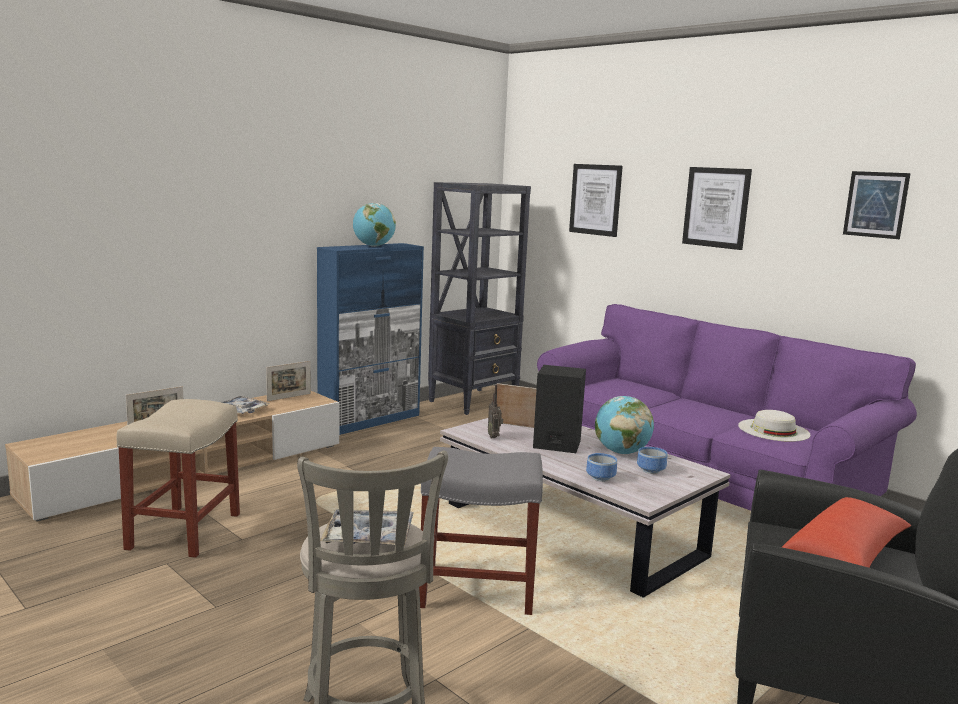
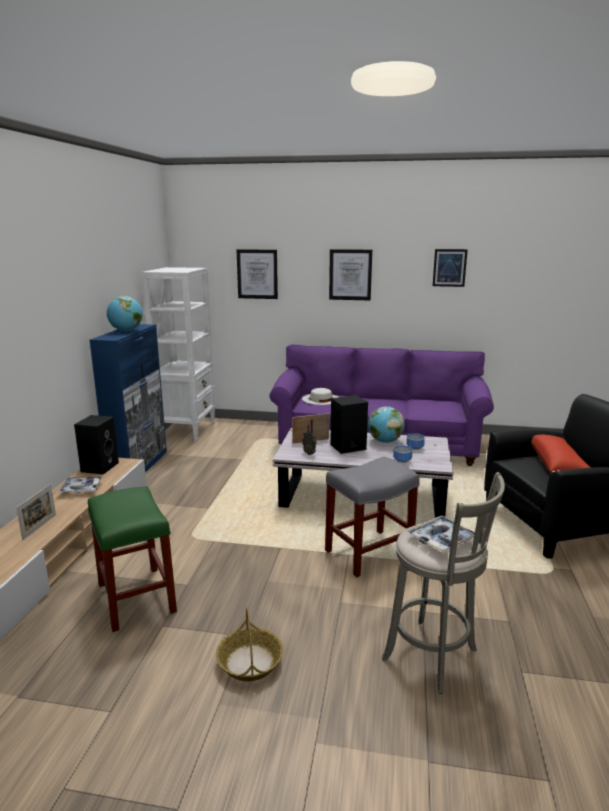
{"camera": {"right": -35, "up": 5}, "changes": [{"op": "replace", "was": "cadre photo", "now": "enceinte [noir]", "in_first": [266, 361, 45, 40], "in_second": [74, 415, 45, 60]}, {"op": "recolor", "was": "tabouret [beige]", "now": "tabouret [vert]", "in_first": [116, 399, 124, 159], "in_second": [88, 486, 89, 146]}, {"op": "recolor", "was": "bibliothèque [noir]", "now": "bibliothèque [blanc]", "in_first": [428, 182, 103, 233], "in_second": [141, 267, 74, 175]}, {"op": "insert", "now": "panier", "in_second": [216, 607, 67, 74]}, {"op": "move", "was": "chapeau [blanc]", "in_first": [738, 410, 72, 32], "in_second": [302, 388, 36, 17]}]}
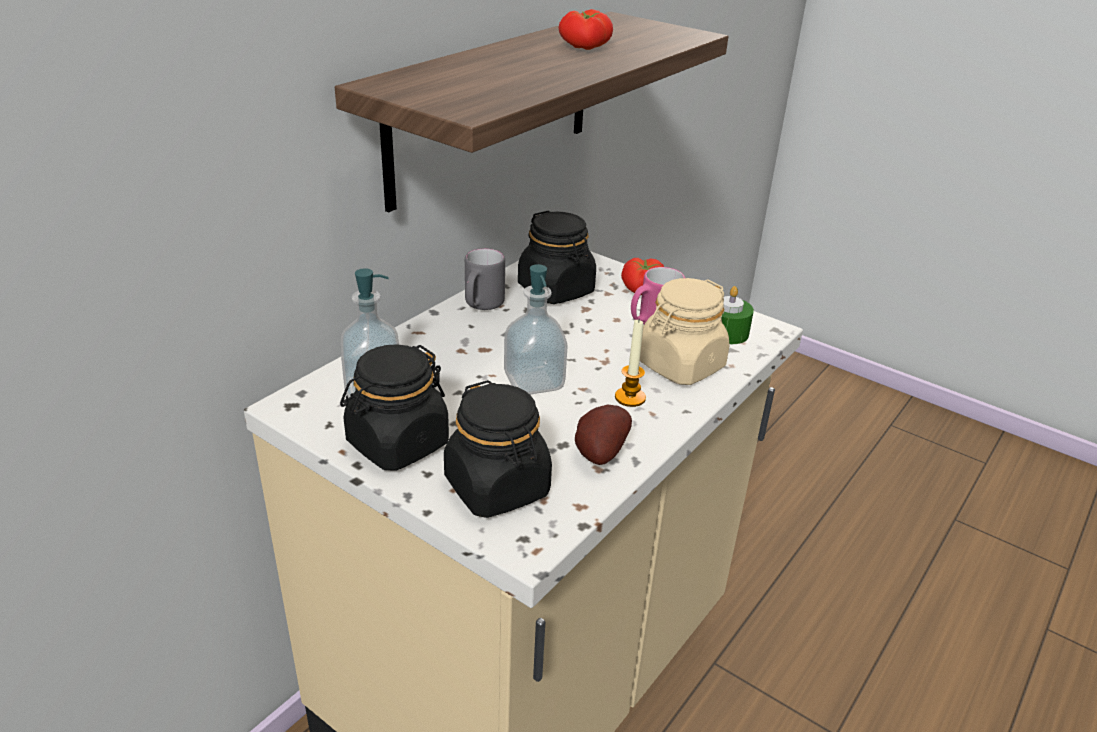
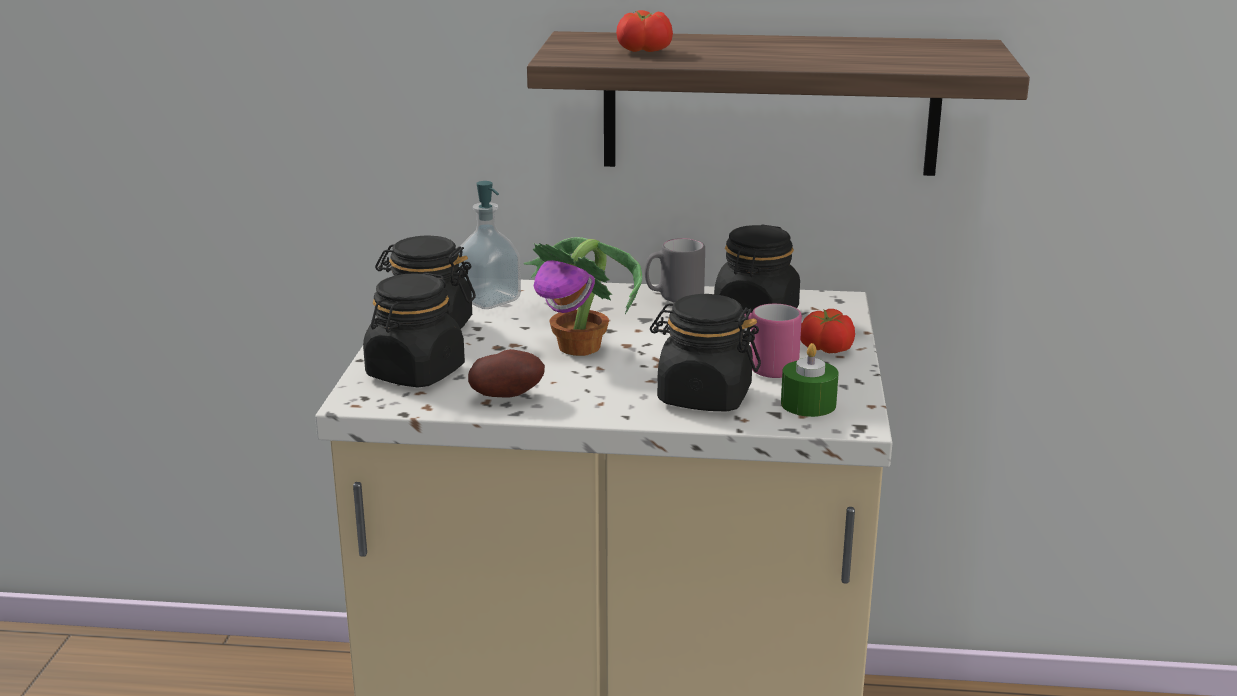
{"camera": {"right": 60, "up": -10}, "changes": [{"op": "replace", "was": "distributeur de savon", "now": "plante en pot", "in_first": [504, 264, 64, 130], "in_second": [524, 237, 118, 119]}, {"op": "move", "was": "tomate", "in_first": [558, 9, 55, 41], "in_second": [616, 10, 57, 42]}, {"op": "recolor", "was": "bocal [beige]", "now": "bocal [noir]", "in_first": [640, 278, 90, 107], "in_second": [650, 294, 111, 118]}, {"op": "delete", "was": "bougie", "in_first": [615, 320, 31, 87]}]}
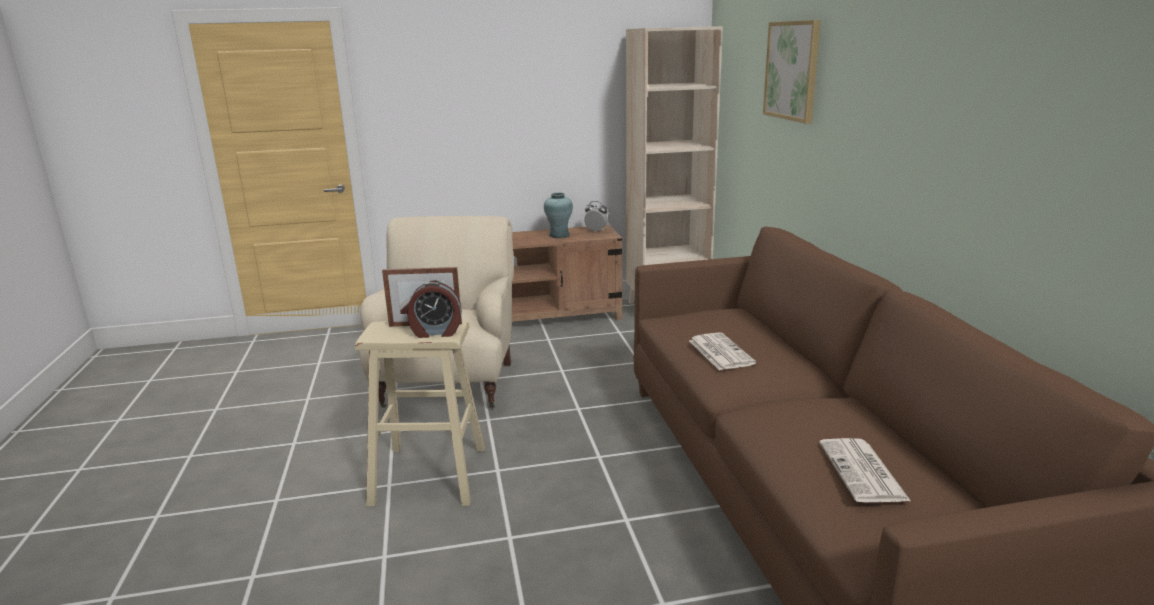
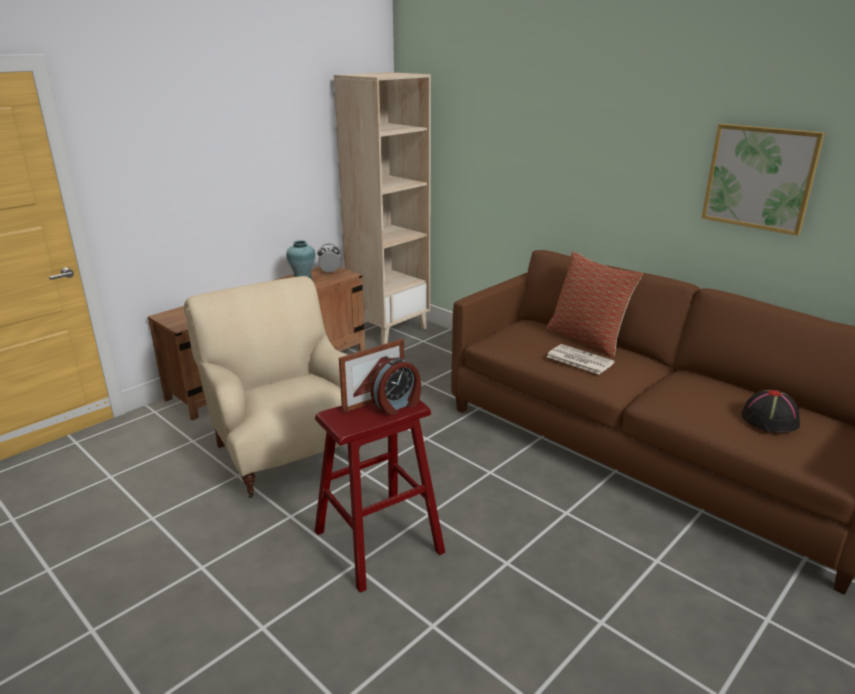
{"camera": {"right": -35, "up": 5}, "changes": [{"op": "recolor", "was": "tabouret [beige]", "now": "tabouret [rouge]", "in_first": [355, 320, 130, 187], "in_second": [315, 400, 130, 193]}, {"op": "insert", "now": "coussin", "in_second": [546, 252, 97, 105]}, {"op": "move", "was": "tableau", "in_first": [763, 20, 58, 103], "in_second": [701, 124, 124, 112]}, {"op": "replace", "was": "journal", "now": "chapeau [noir]", "in_first": [819, 438, 92, 64], "in_second": [742, 389, 58, 44]}]}
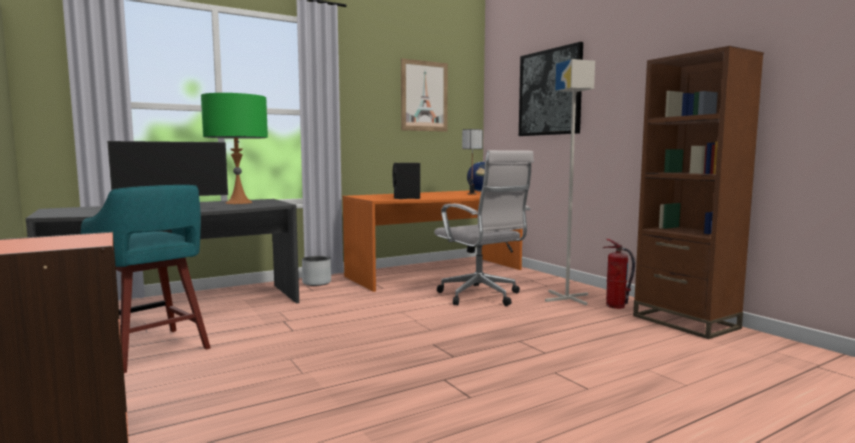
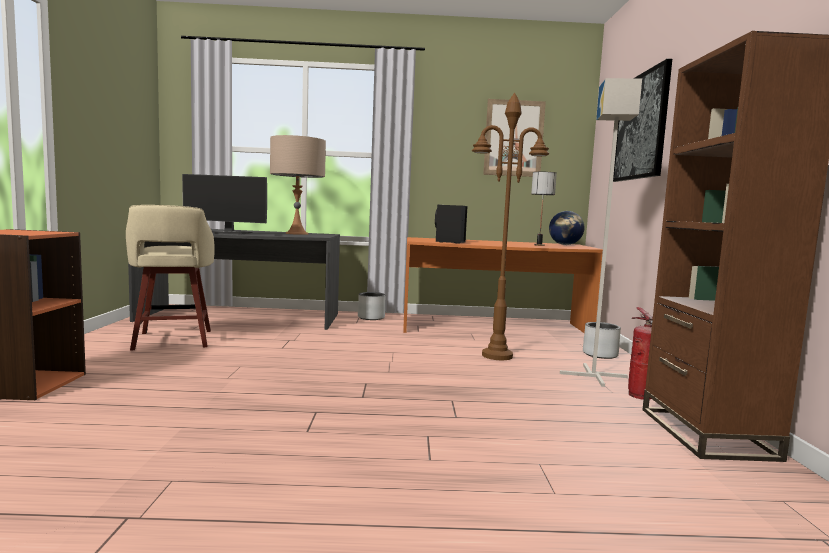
{"camera": {"right": 30, "up": 0}, "changes": [{"op": "recolor", "was": "tabouret [turquoise]", "now": "tabouret [beige]", "in_first": [81, 185, 129, 188], "in_second": [126, 205, 89, 145]}, {"op": "recolor", "was": "lampe de table [vert]", "now": "lampe de table [beige]", "in_first": [201, 93, 67, 111], "in_second": [270, 135, 56, 100]}, {"op": "replace", "was": "chaise de bureau [blanc]", "now": "lampadaire [marron]", "in_first": [434, 150, 100, 156], "in_second": [472, 93, 77, 267]}, {"op": "insert", "now": "cache-pot [gris]", "in_second": [583, 322, 38, 37]}]}
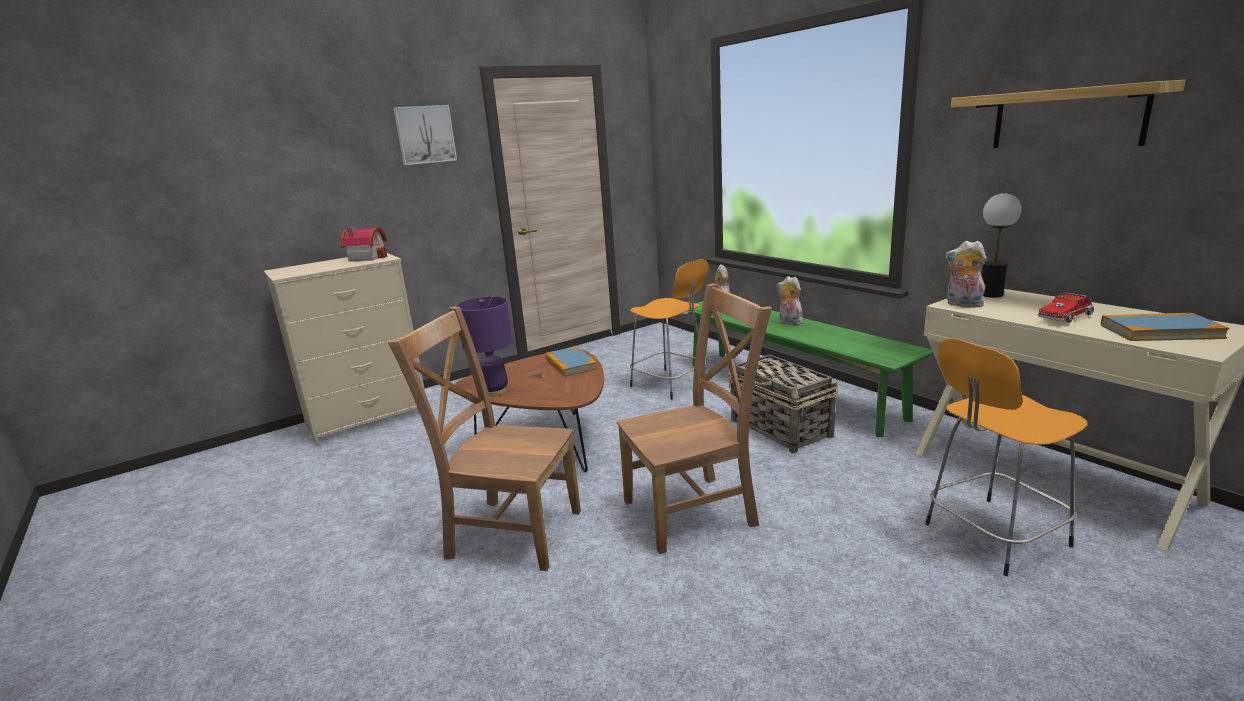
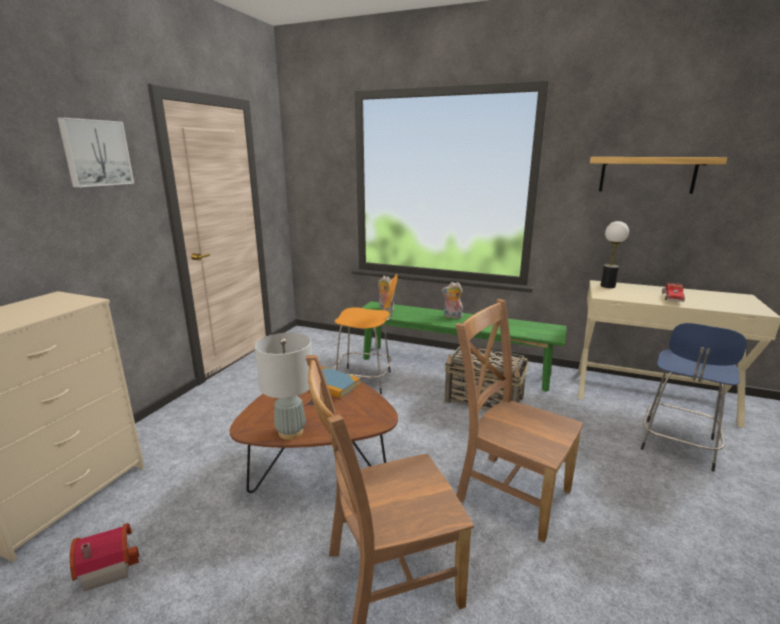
{"camera": {"right": -35, "up": 0}, "changes": [{"op": "move", "was": "maison miniature", "in_first": [341, 227, 46, 34], "in_second": [70, 523, 69, 68]}, {"op": "recolor", "was": "lampe de table [violet]", "now": "lampe de table [gris]", "in_first": [456, 297, 56, 100], "in_second": [255, 333, 57, 107]}, {"op": "rotate", "was": "chaise [marron]", "in_first": [617, 283, 155, 271], "in_second": [456, 299, 127, 244], "clockwise": -90}, {"op": "recolor", "was": "tabouret [orange]", "now": "tabouret [bleu]", "in_first": [925, 338, 162, 238], "in_second": [641, 323, 106, 149]}, {"op": "delete", "was": "peluche", "in_first": [945, 241, 42, 67]}, {"op": "delete", "was": "livre", "in_first": [1101, 313, 128, 28]}]}
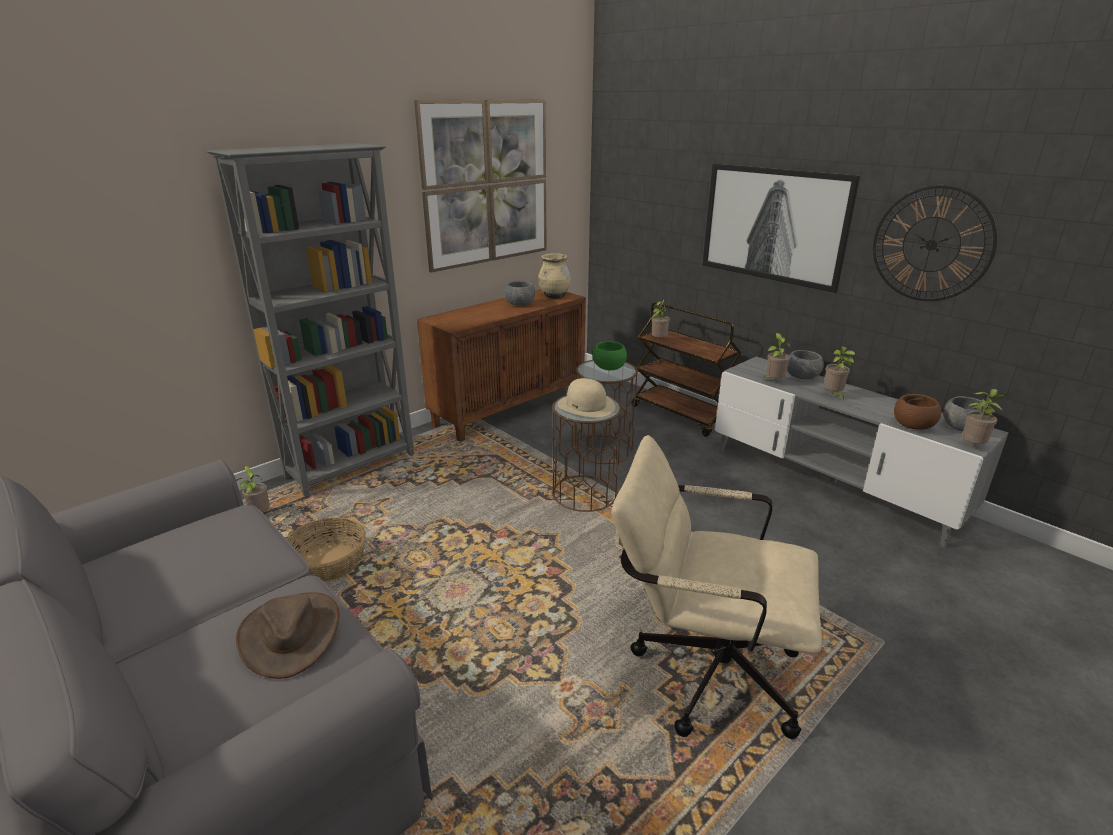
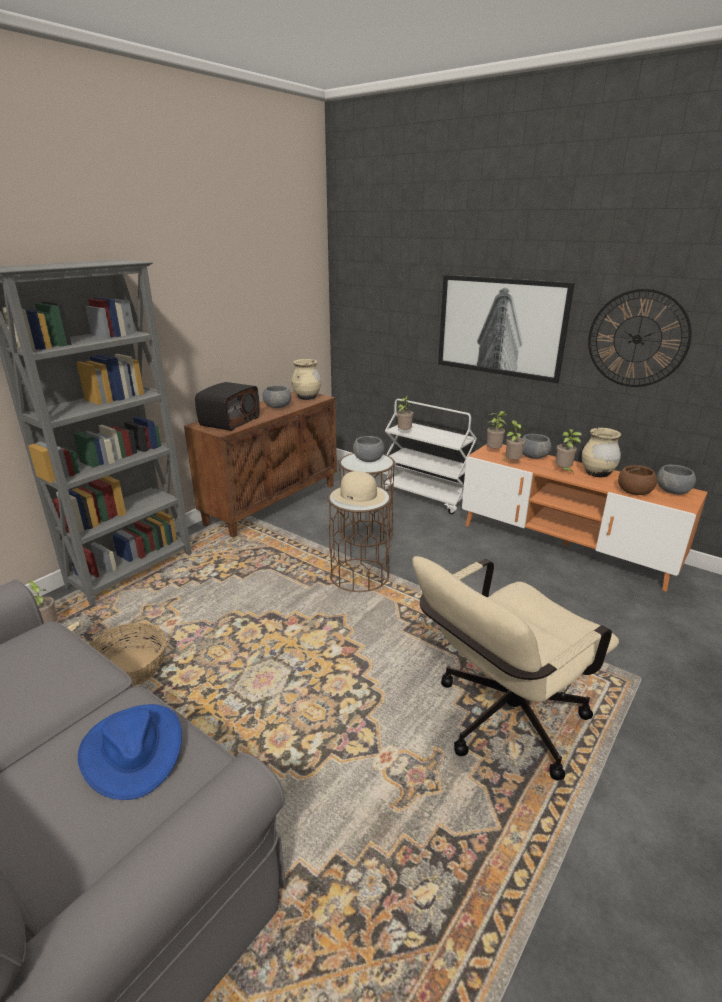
{"camera": {"right": -10, "up": 0}, "changes": [{"op": "recolor", "was": "chapeau [marron]", "now": "chapeau [bleu]", "in_first": [236, 592, 103, 87], "in_second": [78, 704, 104, 96]}, {"op": "insert", "now": "radio", "in_second": [195, 382, 65, 49]}, {"op": "recolor", "was": "bol [vert]", "now": "bol [gris]", "in_first": [593, 341, 34, 29], "in_second": [353, 436, 31, 26]}, {"op": "recolor", "was": "chariot [marron]", "now": "chariot [blanc]", "in_first": [631, 302, 110, 135], "in_second": [382, 399, 95, 115]}, {"op": "rotate", "was": "chaise de bureau [beige]", "in_first": [611, 435, 211, 304], "in_second": [412, 556, 207, 225], "clockwise": -45}, {"op": "recolor", "was": "meuble télé [gris]", "now": "meuble télé [orange]", "in_first": [715, 356, 293, 192], "in_second": [462, 444, 246, 148]}, {"op": "move", "was": "plante en pot", "in_first": [962, 389, 44, 55], "in_second": [487, 411, 21, 38]}, {"op": "insert", "now": "vase [beige]", "in_second": [582, 428, 39, 49]}, {"op": "delete", "was": "tableau", "in_first": [414, 100, 133, 173]}]}
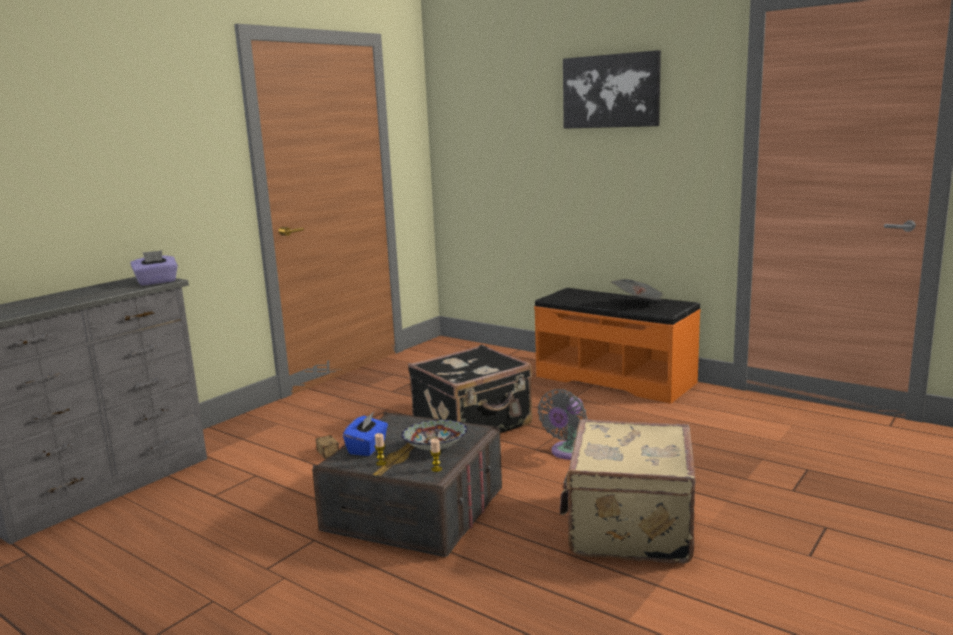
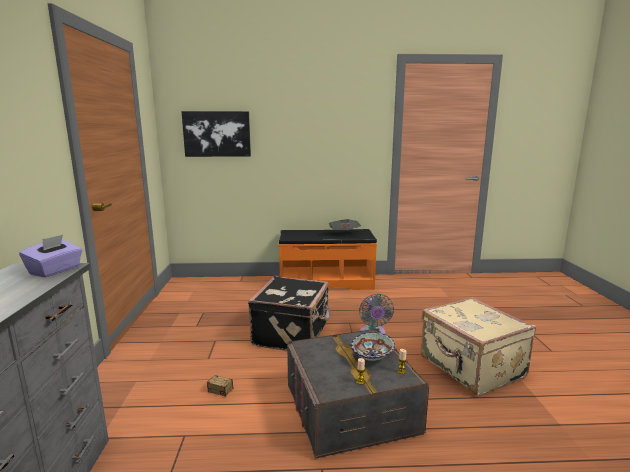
{"camera": {"right": -40, "up": 0}, "changes": [{"op": "move", "was": "tableau", "in_first": [563, 50, 98, 79], "in_second": [182, 111, 69, 46]}, {"op": "delete", "was": "boîte à mouchoirs [bleu]", "in_first": [343, 412, 45, 44]}]}
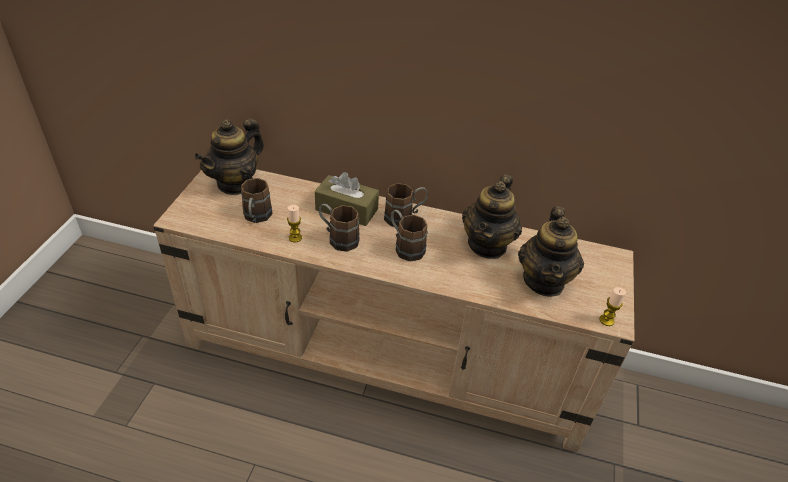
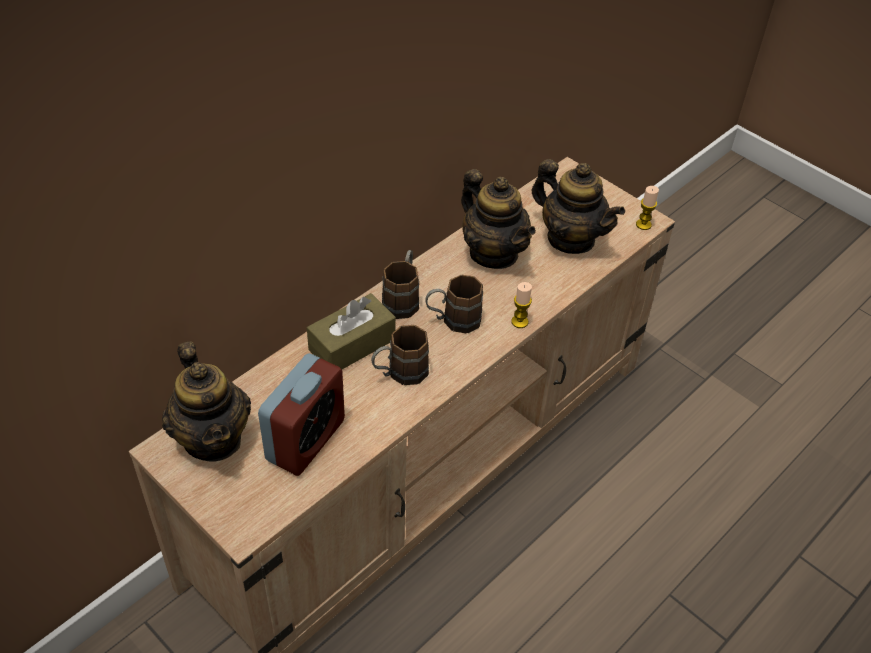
{"camera": {"right": -60, "up": 5}, "changes": [{"op": "replace", "was": "mug [marron]", "now": "réveil", "in_first": [241, 178, 32, 45], "in_second": [258, 353, 87, 123]}, {"op": "move", "was": "bougie", "in_first": [287, 205, 15, 38], "in_second": [511, 282, 21, 46]}]}
